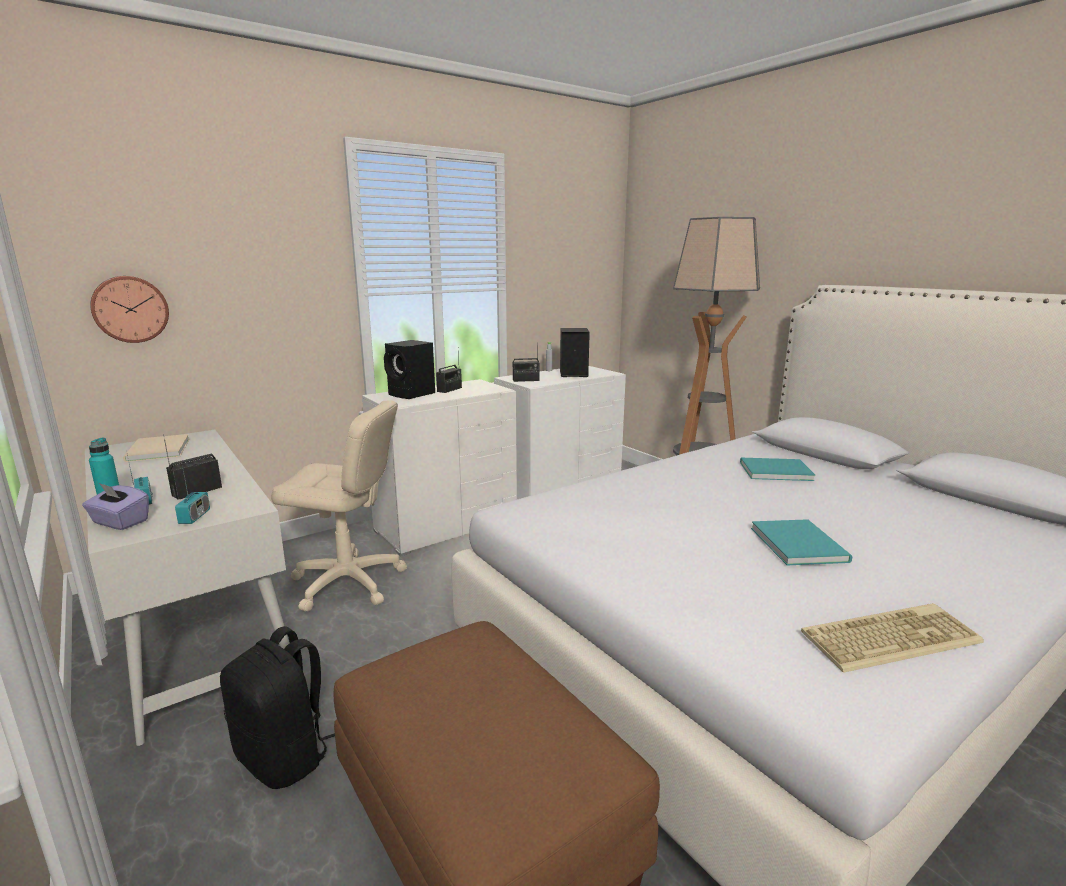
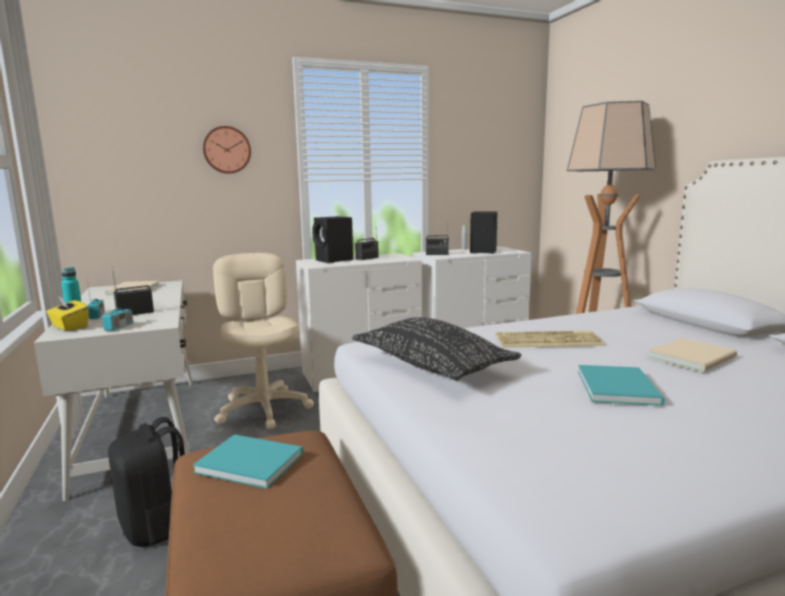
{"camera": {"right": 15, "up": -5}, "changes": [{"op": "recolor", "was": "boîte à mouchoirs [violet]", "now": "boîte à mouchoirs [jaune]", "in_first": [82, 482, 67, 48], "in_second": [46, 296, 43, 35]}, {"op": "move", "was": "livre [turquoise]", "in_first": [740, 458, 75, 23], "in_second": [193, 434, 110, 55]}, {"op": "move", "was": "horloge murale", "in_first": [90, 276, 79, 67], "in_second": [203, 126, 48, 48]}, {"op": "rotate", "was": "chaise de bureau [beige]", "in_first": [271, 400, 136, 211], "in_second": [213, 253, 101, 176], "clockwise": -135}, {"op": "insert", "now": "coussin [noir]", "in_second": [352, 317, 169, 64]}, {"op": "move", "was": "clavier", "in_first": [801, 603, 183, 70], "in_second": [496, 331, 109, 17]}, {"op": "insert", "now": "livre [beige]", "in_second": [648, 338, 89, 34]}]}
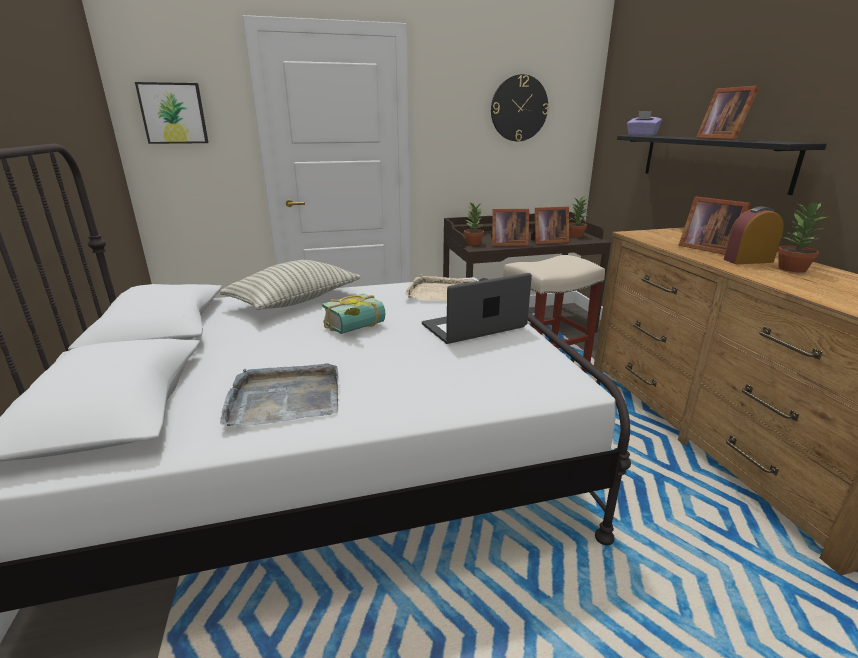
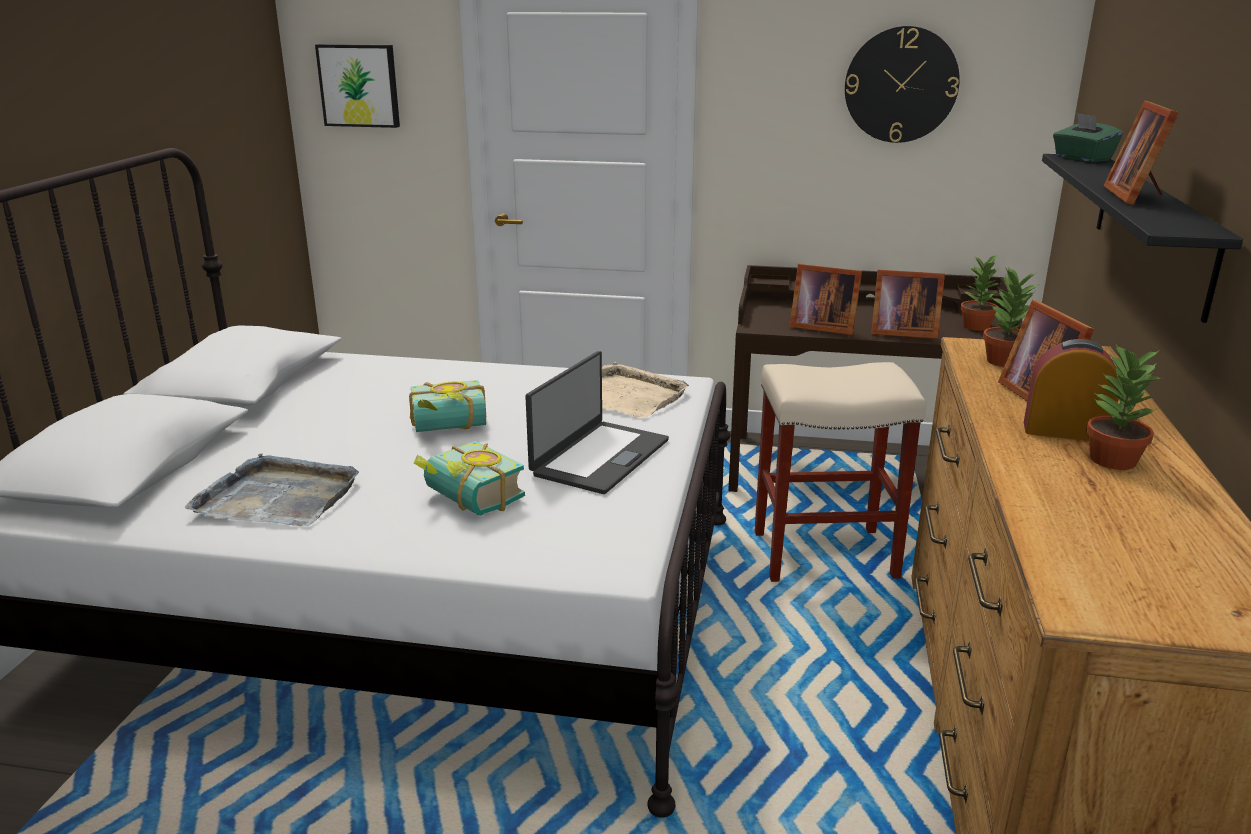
{"camera": {"right": 25, "up": 0}, "changes": [{"op": "insert", "now": "livre", "in_second": [413, 441, 112, 75]}, {"op": "rotate", "was": "ordinateur portable", "in_first": [422, 273, 110, 71], "in_second": [525, 351, 144, 143], "clockwise": 120}, {"op": "move", "was": "plante en pot", "in_first": [464, 202, 20, 43], "in_second": [983, 267, 55, 100]}, {"op": "recolor", "was": "boîte à mouchoirs [violet]", "now": "boîte à mouchoirs [vert]", "in_first": [627, 111, 35, 25], "in_second": [1053, 113, 70, 49]}, {"op": "delete", "was": "coussin", "in_first": [220, 260, 141, 50]}]}
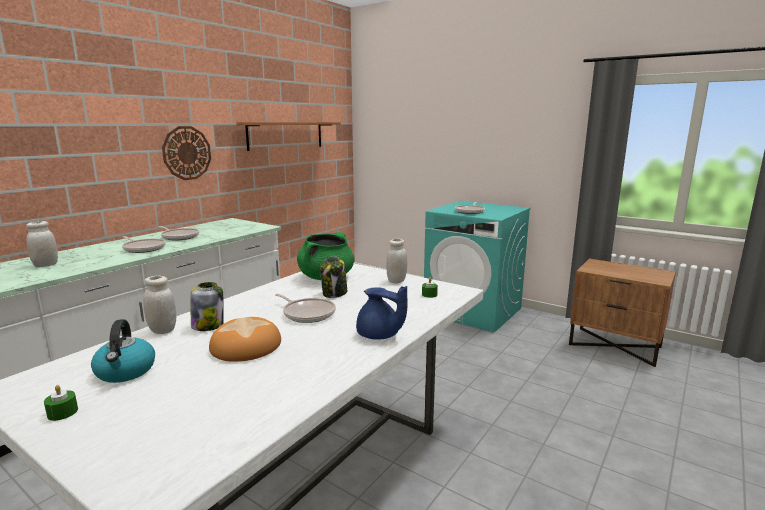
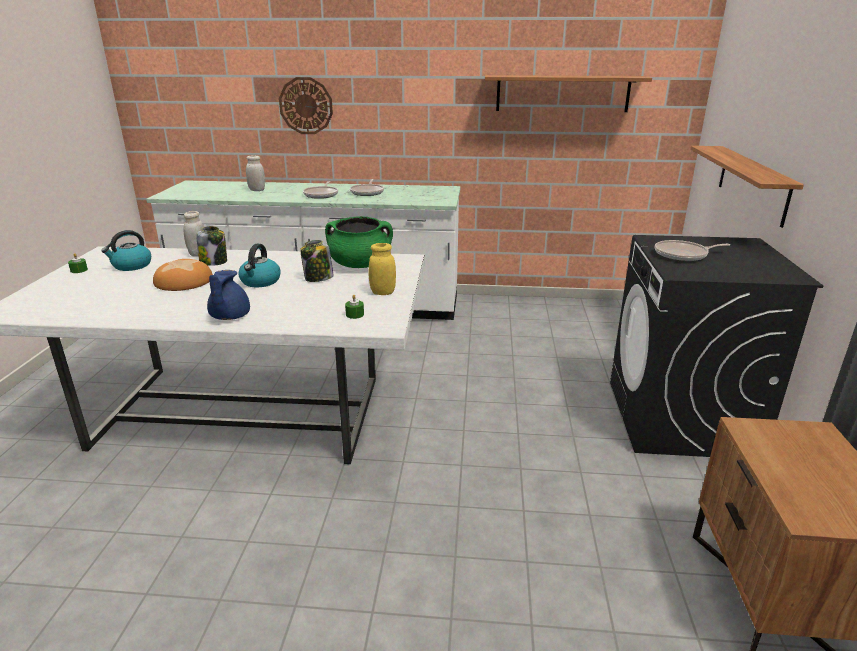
{"camera": {"right": 60, "up": 10}, "changes": [{"op": "replace", "was": "poêle", "now": "bouilloire", "in_first": [275, 293, 61, 30], "in_second": [238, 244, 42, 43]}, {"op": "move", "was": "horloge murale", "in_first": [162, 126, 49, 54], "in_second": [279, 77, 54, 57]}, {"op": "recolor", "was": "bocal [blanc]", "now": "bocal [jaune]", "in_first": [386, 239, 21, 45], "in_second": [369, 243, 27, 52]}, {"op": "recolor", "was": "lave-linge [turquoise]", "now": "lave-linge [noir]", "in_first": [424, 201, 107, 131], "in_second": [610, 235, 213, 222]}, {"op": "insert", "now": "étagère", "in_second": [690, 146, 114, 82]}]}
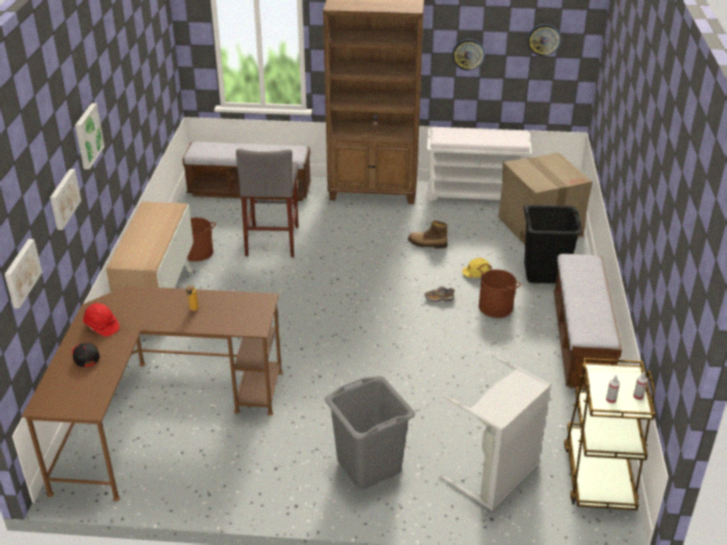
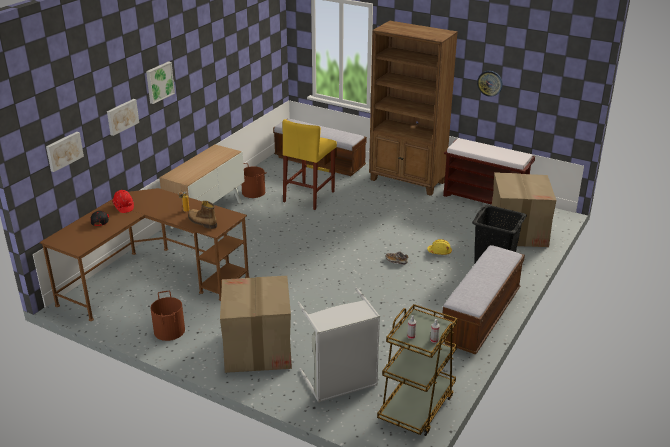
{"camera": {"right": 25, "up": -5}, "changes": [{"op": "move", "was": "seau [marron]", "in_first": [477, 263, 45, 55], "in_second": [151, 291, 34, 50]}, {"op": "move", "was": "botte", "in_first": [408, 221, 40, 28], "in_second": [188, 201, 29, 28]}, {"op": "replace", "was": "panier à linge [gris]", "now": "carton", "in_first": [325, 376, 90, 113], "in_second": [220, 276, 72, 97]}, {"op": "recolor", "was": "tabouret [gris]", "now": "tabouret [jaune]", "in_first": [236, 149, 62, 108], "in_second": [283, 119, 54, 91]}, {"op": "recolor", "was": "banc [blanc]", "now": "banc [marron]", "in_first": [427, 127, 105, 74], "in_second": [443, 138, 92, 67]}, {"op": "delete", "was": "horloge murale", "in_first": [527, 24, 34, 32]}]}
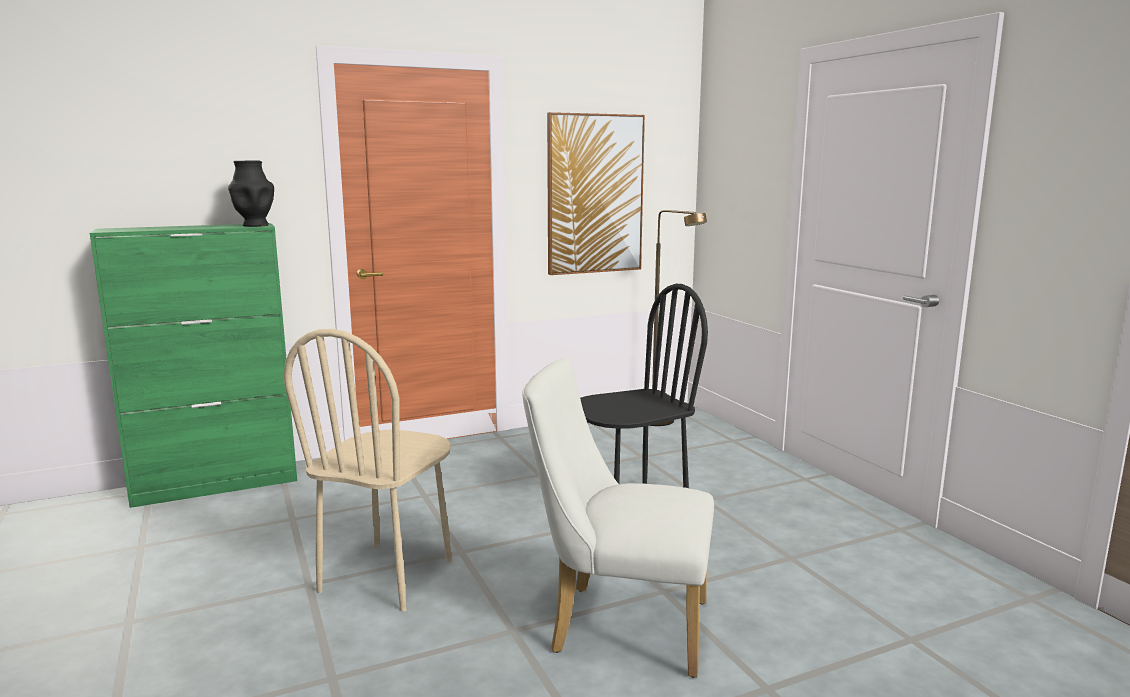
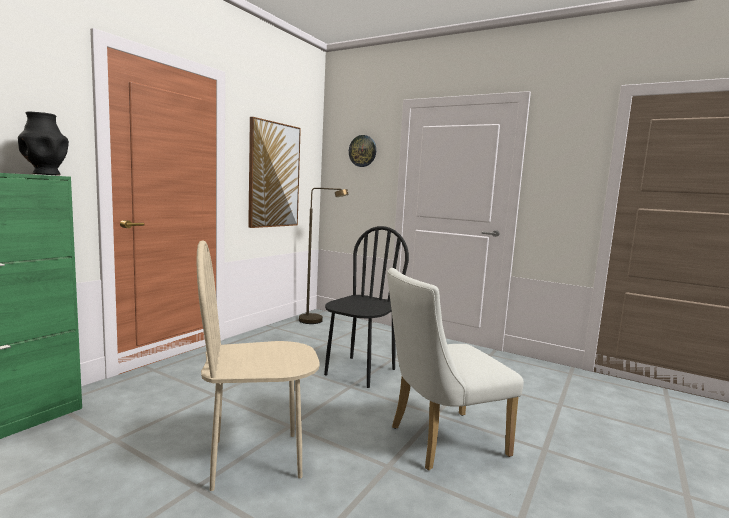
{"camera": {"right": -35, "up": -5}, "changes": [{"op": "rotate", "was": "chaise [beige]", "in_first": [284, 329, 168, 283], "in_second": [197, 241, 123, 250], "clockwise": 90}, {"op": "insert", "now": "horloge murale", "in_second": [349, 135, 27, 32]}]}
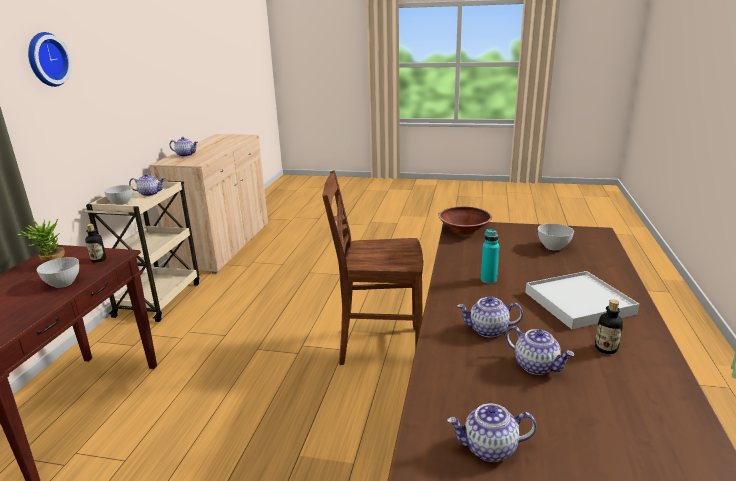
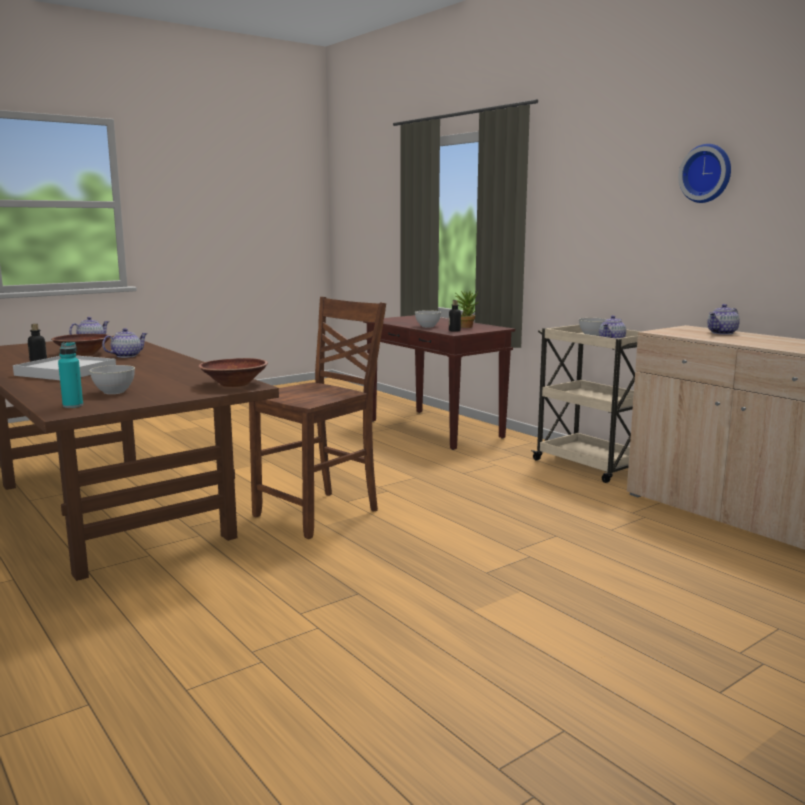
{"camera": {"right": 130, "up": -10}, "changes": [{"op": "replace", "was": "théière", "now": "bol [marron]", "in_first": [506, 326, 68, 49], "in_second": [51, 334, 60, 22]}, {"op": "move", "was": "bouteille [turquoise]", "in_first": [481, 229, 18, 55], "in_second": [58, 342, 25, 66]}, {"op": "move", "was": "horloge murale", "in_first": [28, 32, 44, 55], "in_second": [678, 144, 53, 59]}]}
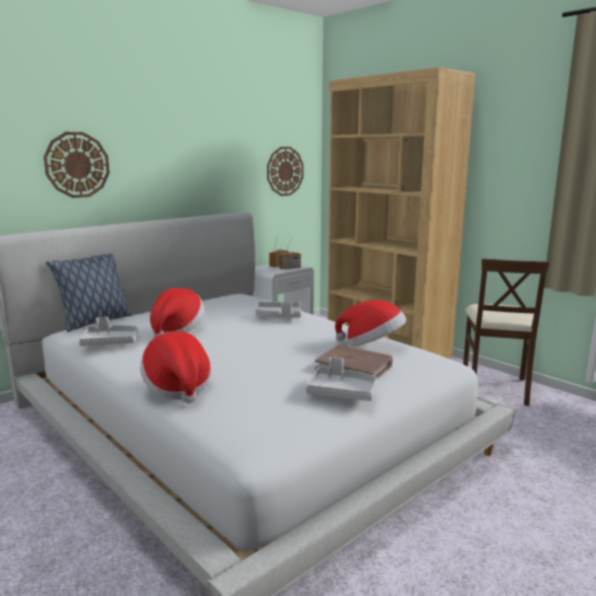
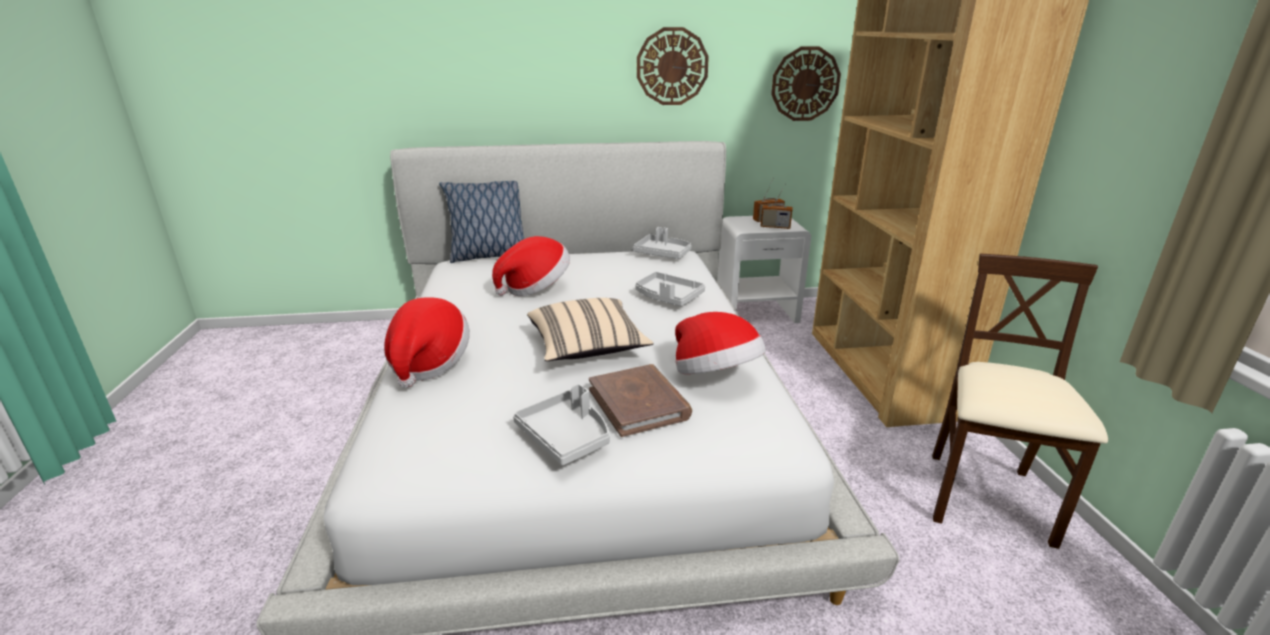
{"camera": {"right": 35, "up": 10}, "changes": [{"op": "insert", "now": "coussin [beige]", "in_second": [527, 298, 126, 63]}, {"op": "move", "was": "plateau [gris]", "in_first": [79, 317, 59, 29], "in_second": [633, 227, 59, 32]}, {"op": "move", "was": "horloge murale", "in_first": [44, 132, 66, 66], "in_second": [637, 27, 72, 78]}, {"op": "rotate", "was": "chaise [beige]", "in_first": [463, 258, 87, 148], "in_second": [932, 254, 176, 295], "clockwise": 150}]}
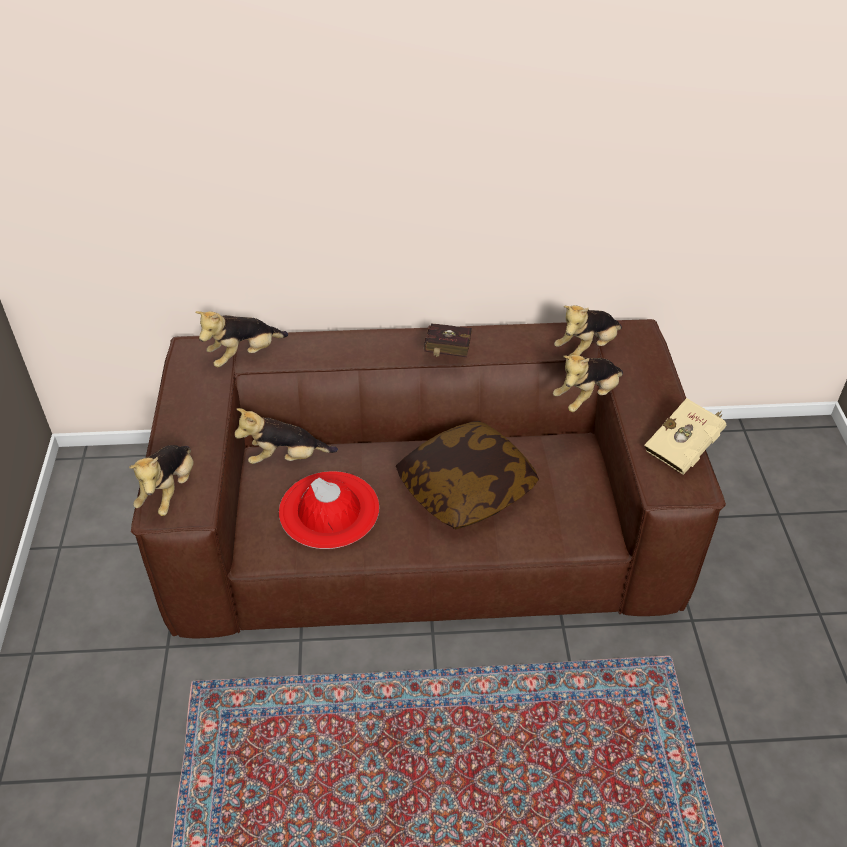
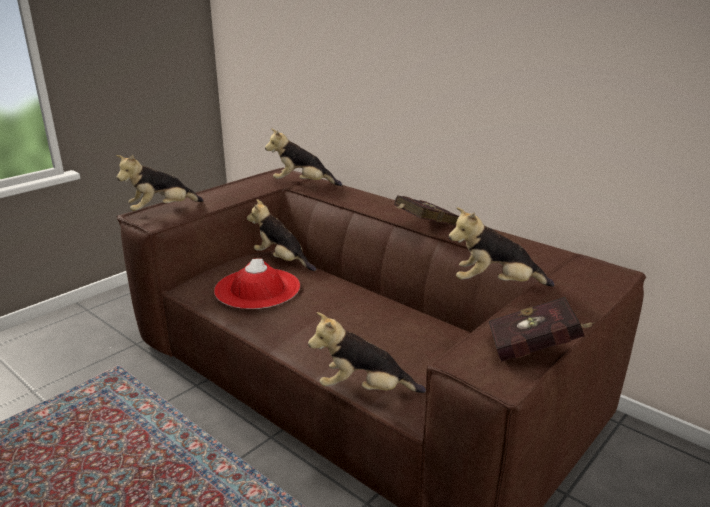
{"camera": {"right": 45, "up": -20}, "changes": [{"op": "move", "was": "peluche", "in_first": [554, 305, 68, 51], "in_second": [308, 312, 118, 81]}, {"op": "recolor", "was": "livre [beige]", "now": "livre [rouge]", "in_first": [644, 398, 82, 77], "in_second": [488, 297, 106, 65]}, {"op": "delete", "was": "coussin", "in_first": [396, 421, 143, 108]}]}
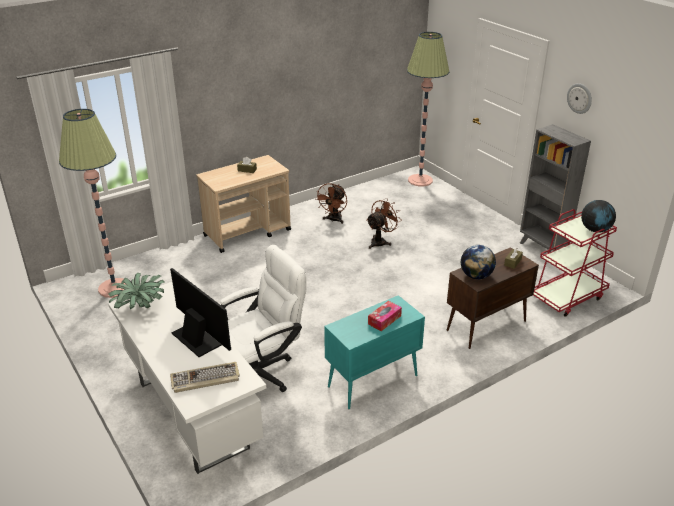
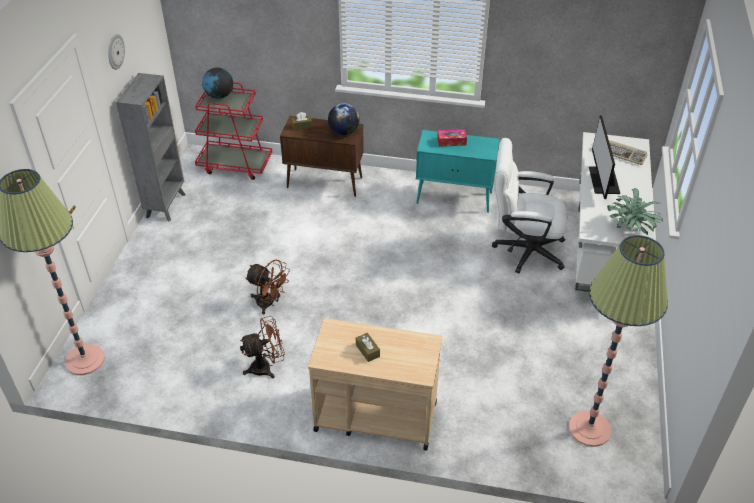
{"camera": {"right": -135, "up": 10}, "changes": [{"op": "rotate", "was": "ventilateur [marron]", "in_first": [366, 198, 36, 51], "in_second": [245, 260, 45, 54], "clockwise": -150}]}
